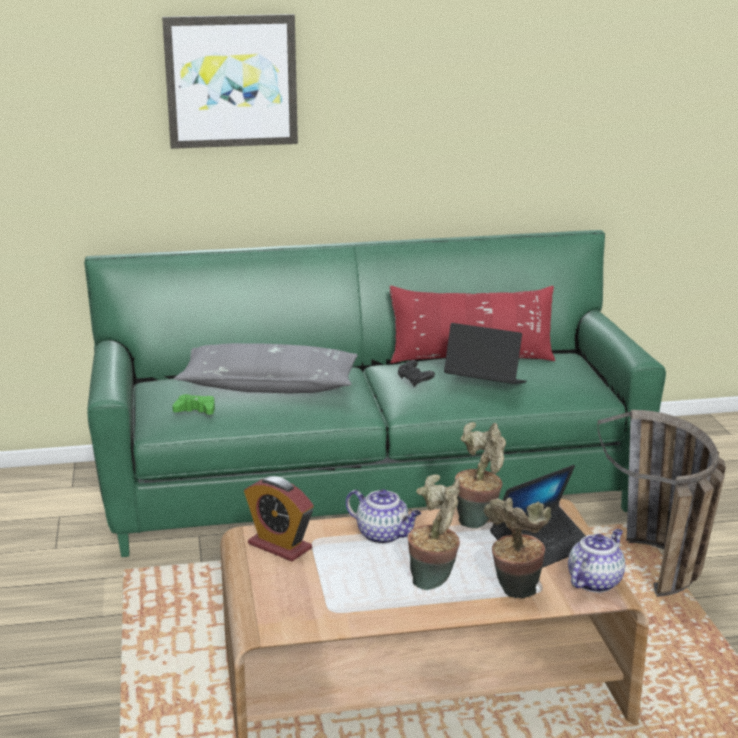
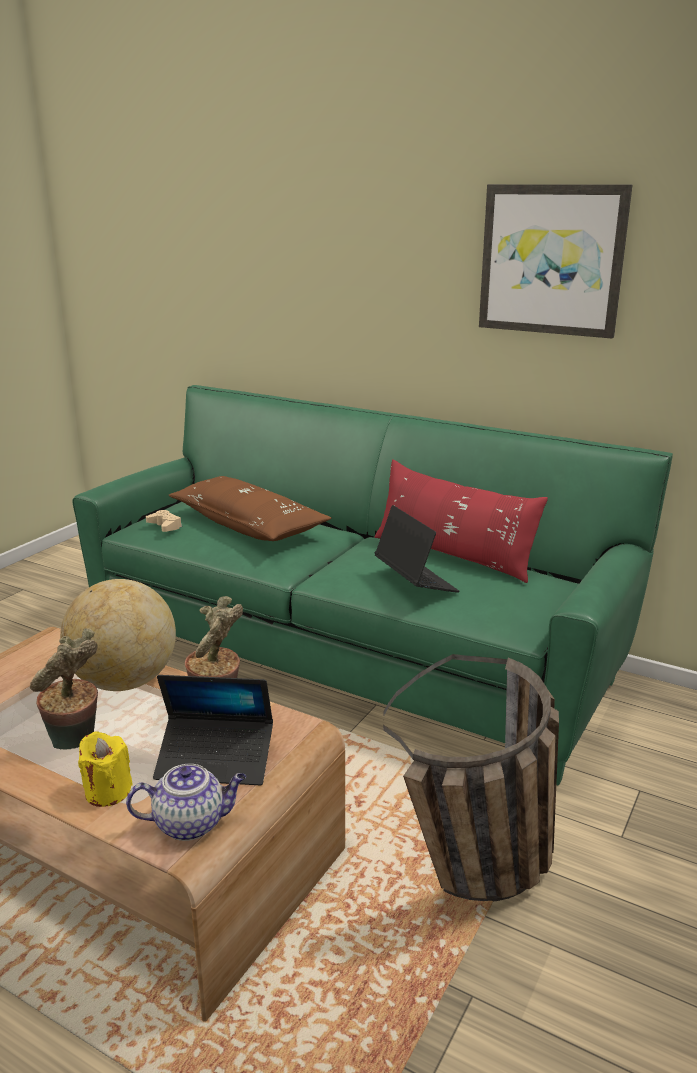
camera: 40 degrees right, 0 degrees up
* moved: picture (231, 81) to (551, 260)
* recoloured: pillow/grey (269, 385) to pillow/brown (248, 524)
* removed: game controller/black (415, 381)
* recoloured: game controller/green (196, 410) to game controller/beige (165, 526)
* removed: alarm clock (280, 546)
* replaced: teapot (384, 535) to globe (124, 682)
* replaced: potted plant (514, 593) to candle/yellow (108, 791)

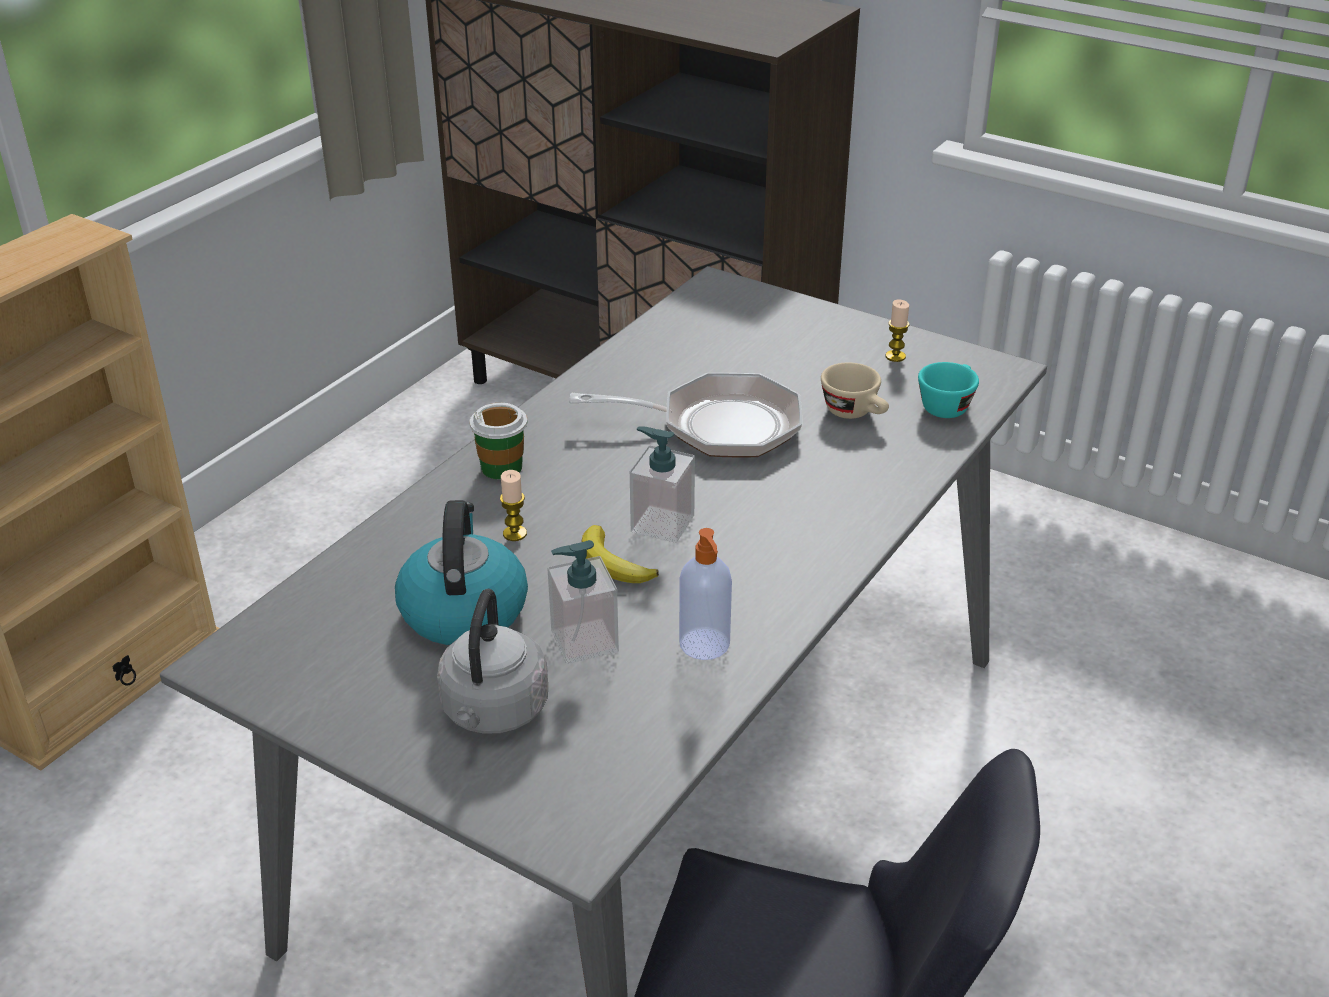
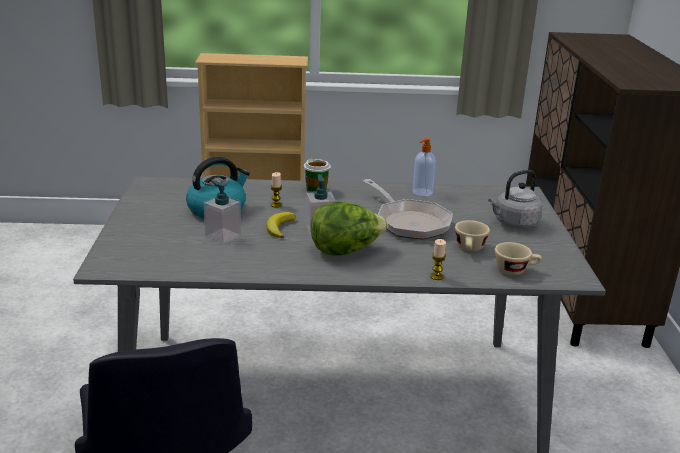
camera: 55 degrees right, 10 degrees down
* moved: candle (895, 356) to (436, 276)
* recoloured: cup/turquoise (947, 405) to cup/beige (515, 270)
* moved: soap dispenser (705, 645) to (421, 192)
* moved: kettle/grey (493, 712) to (514, 223)
* added: lettuce (346, 251)

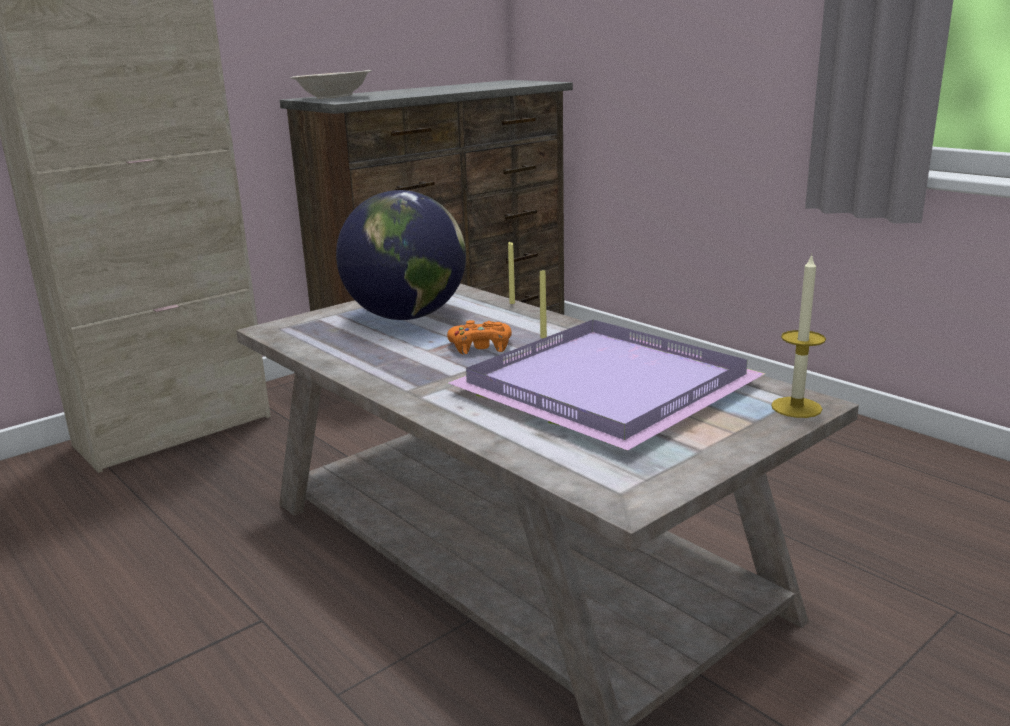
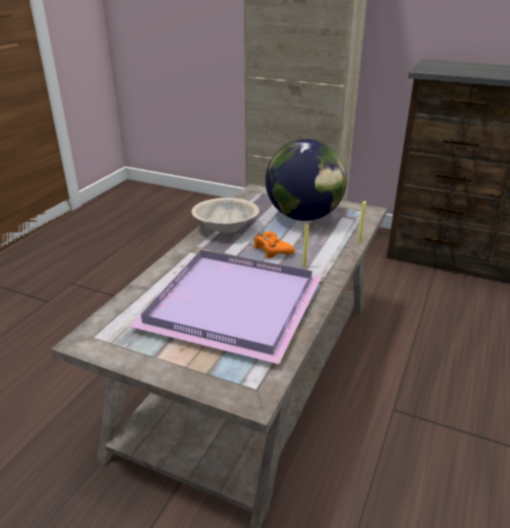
camera: 65 degrees right, 10 degrees up
* moved: bowl/beige (333, 98) to (225, 227)
* removed: candle (796, 407)

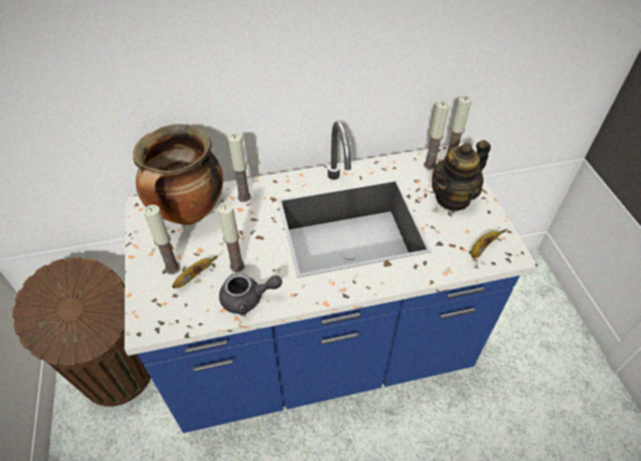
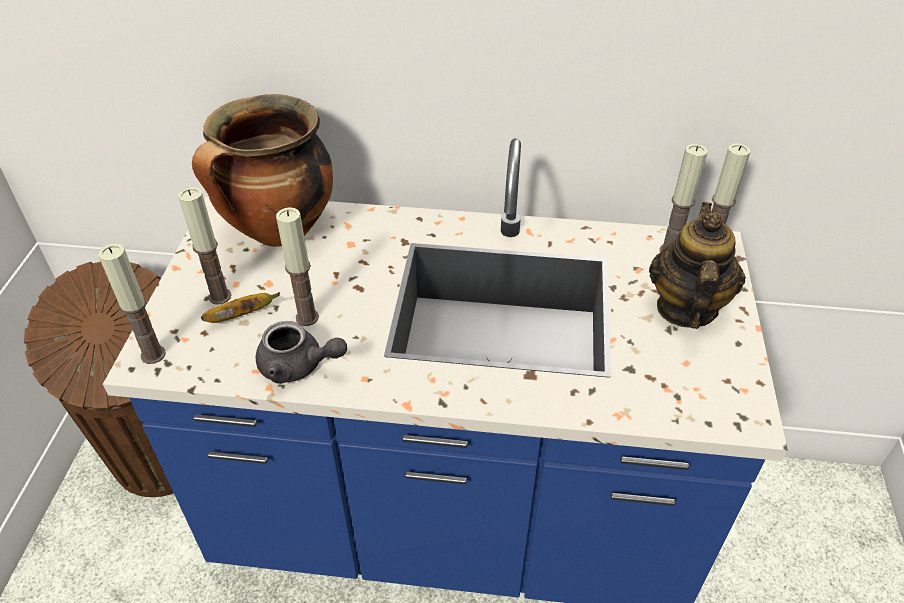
camera: 20 degrees right, 5 degrees down
* moved: candle (244, 197) to (153, 355)
* turned: teapot (453, 198) = (685, 308) 120 degrees clockwise
* removed: banana (482, 248)

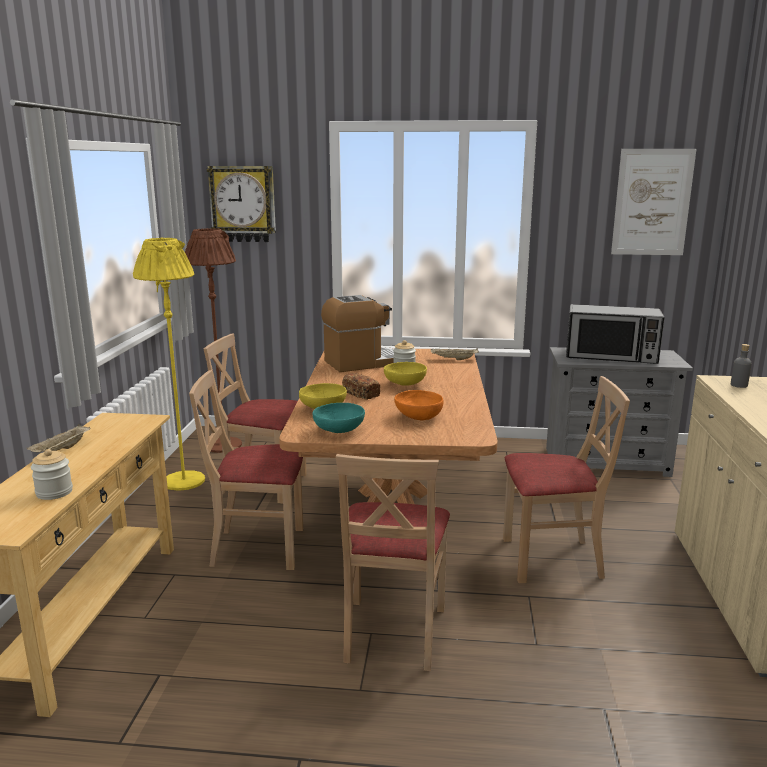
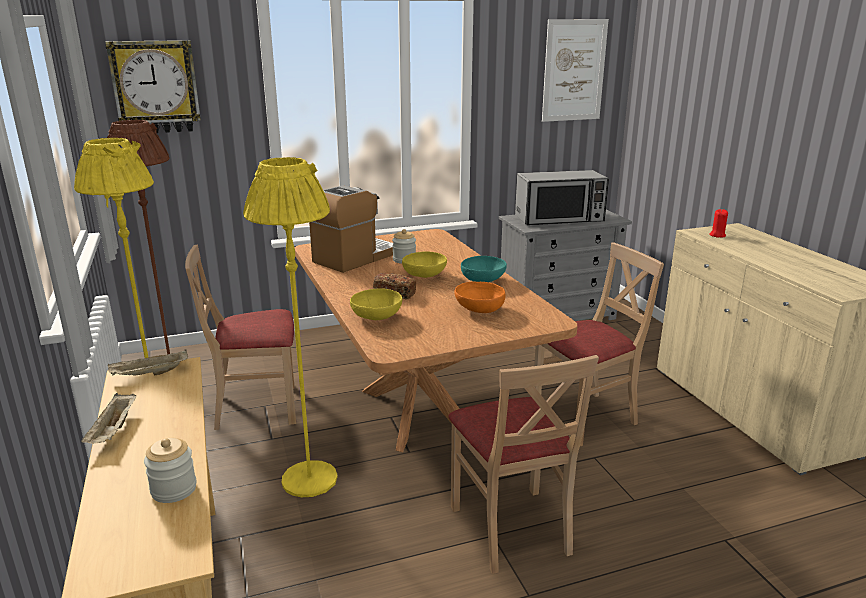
camera: 25 degrees left, 5 degrees up
* replaced: bottle/grey (739, 385) to candle/red (717, 235)
* moved: tray/beige (453, 359) to (149, 374)
* replaced: chair/beige (258, 547) to floor lamp/yellow (309, 479)
* moved: bowl/turquoise (339, 431) to (483, 281)

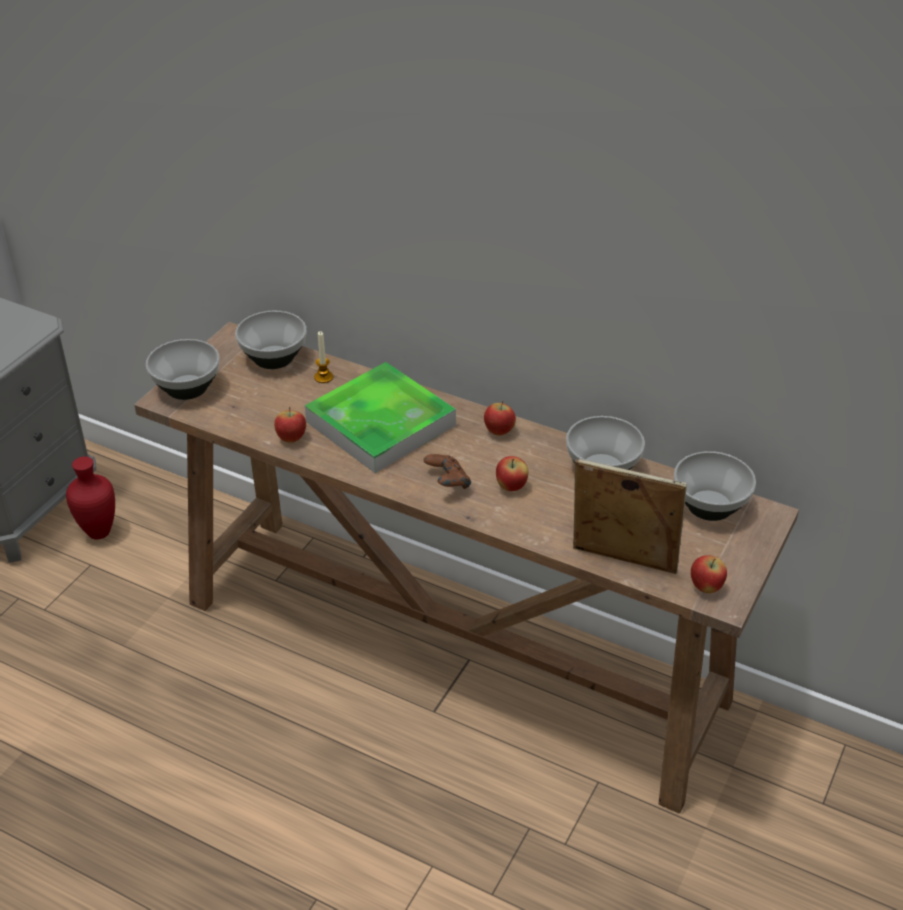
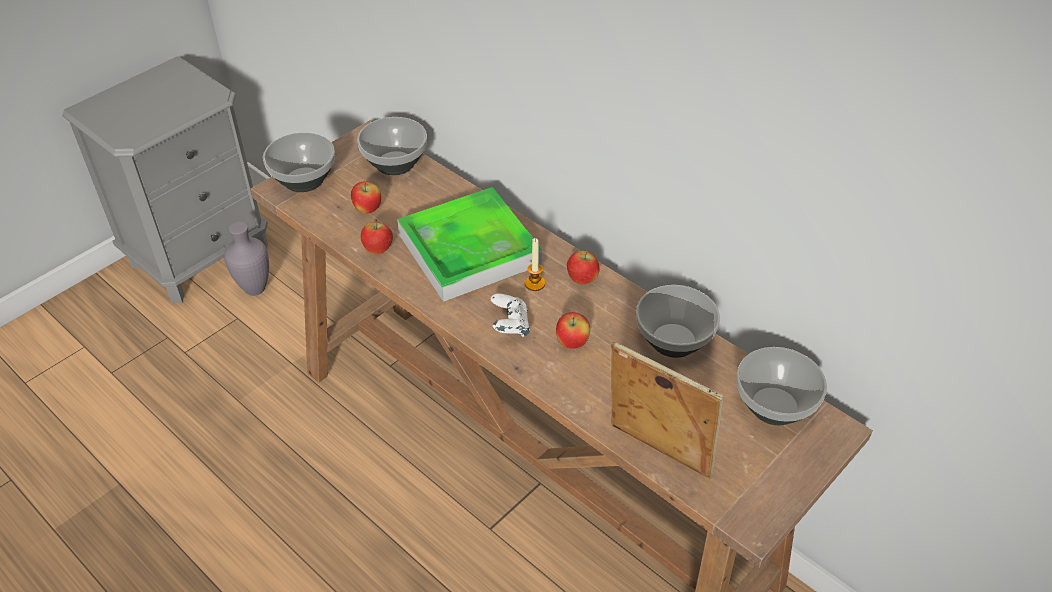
camera: 15 degrees right, 5 degrees up
* moved: candle (323, 377) to (535, 283)
* recoloured: game controller/brown (447, 483) to game controller/white (510, 326)
* recoloured: vase/red (97, 532) to vase/grey (254, 288)
* moved: apple (706, 587) to (368, 210)

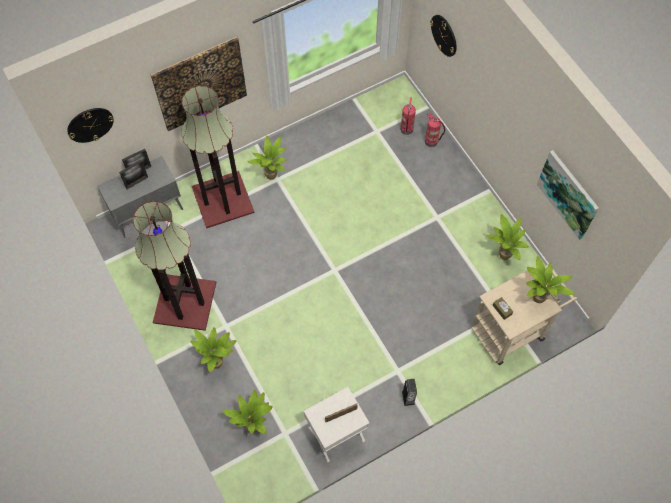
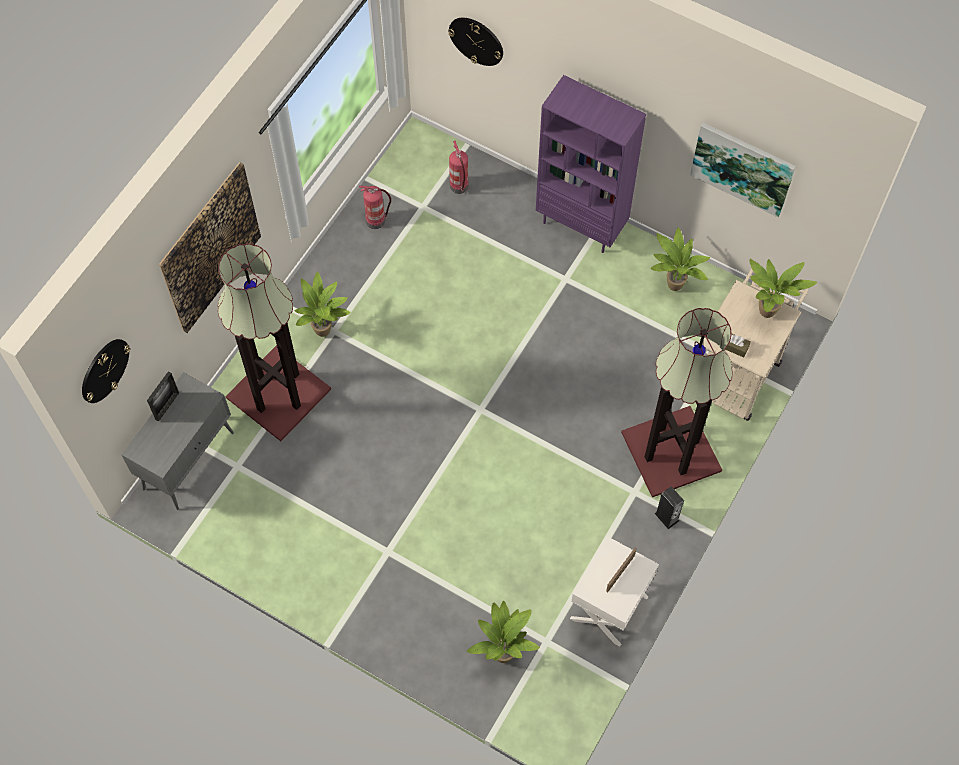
camera: 30 degrees left, 0 degrees up
* moved: fire extinguisher (432, 141) to (376, 220)
* removed: picture frame (137, 182)
* moved: floor lamp (184, 301) to (669, 451)
* removed: potted plant (218, 362)
* added: bookcase/purple (582, 225)

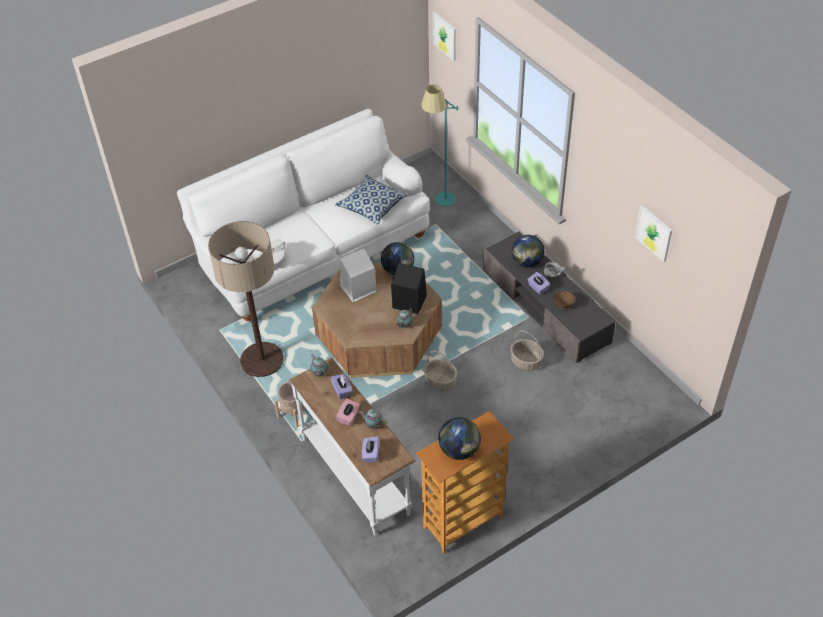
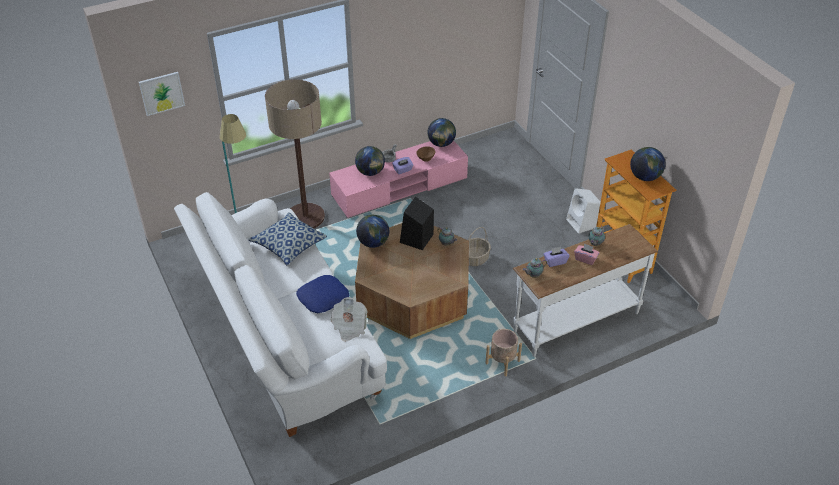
camera: 85 degrees left, 5 degrees down
* removed: picture (654, 233)
* moved: floor lamp (262, 360) to (305, 217)
* recoloured: tv stand/grey (545, 306) to tv stand/pink (399, 187)
* moved: speaker/white (357, 289) to (582, 223)
* removed: basket (525, 361)
* removed: tissue box/purple (371, 454)
* added: globe (441, 144)
* added: pillow/blue (323, 297)

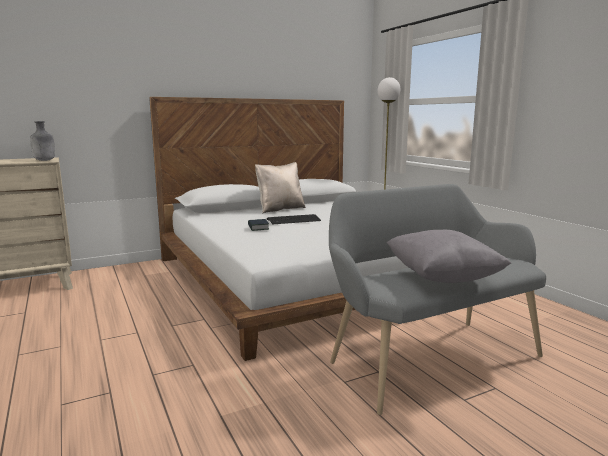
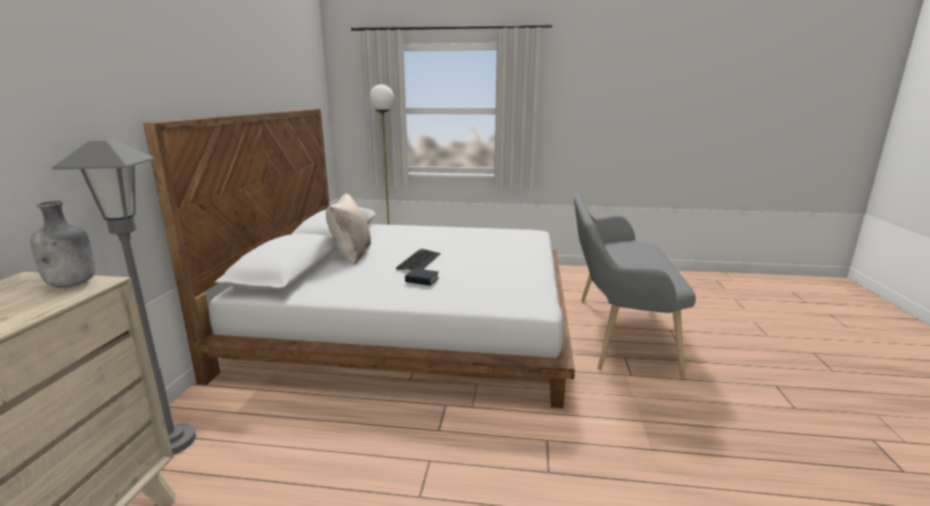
camera: 55 degrees left, 5 degrees up
* removed: pillow/grey (442, 278)
* added: floor lamp/grey (173, 442)

